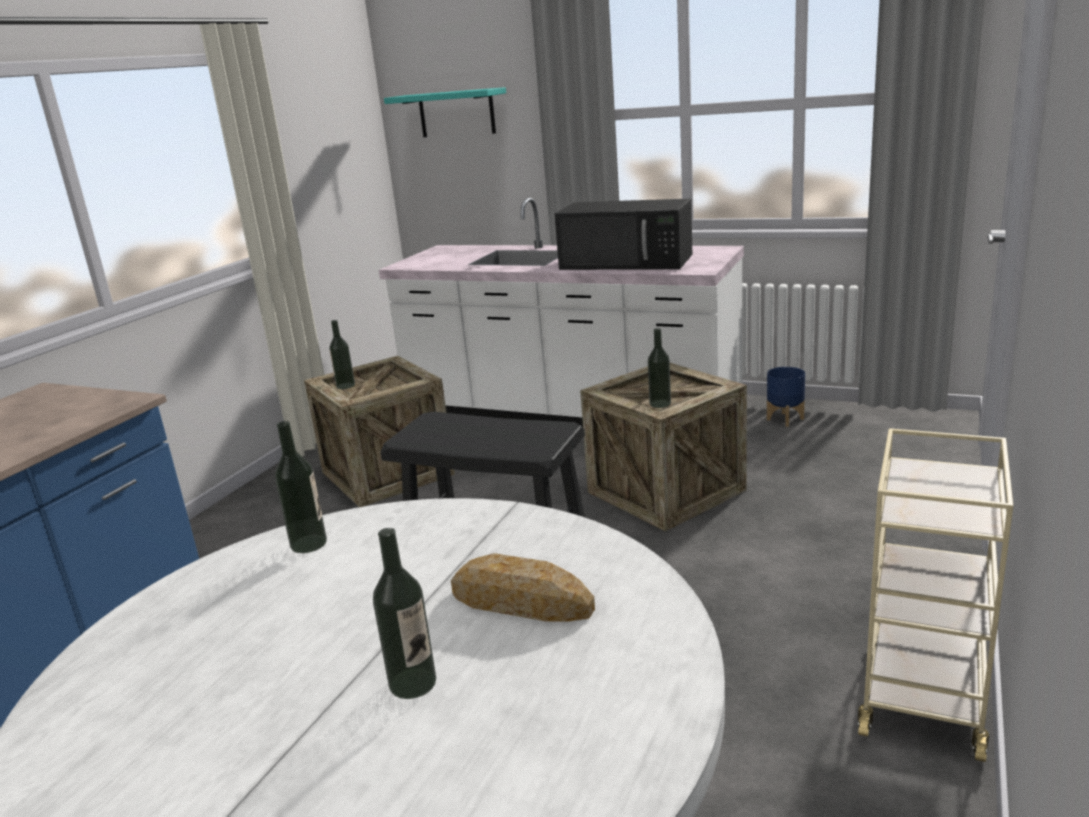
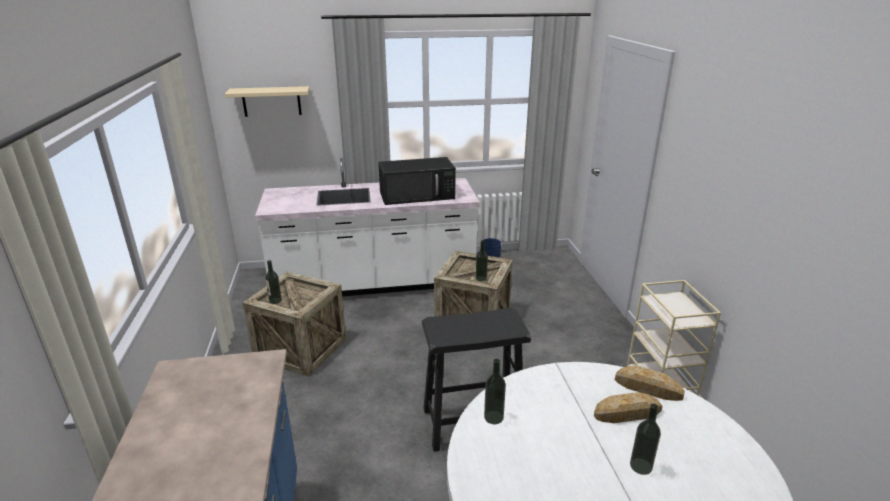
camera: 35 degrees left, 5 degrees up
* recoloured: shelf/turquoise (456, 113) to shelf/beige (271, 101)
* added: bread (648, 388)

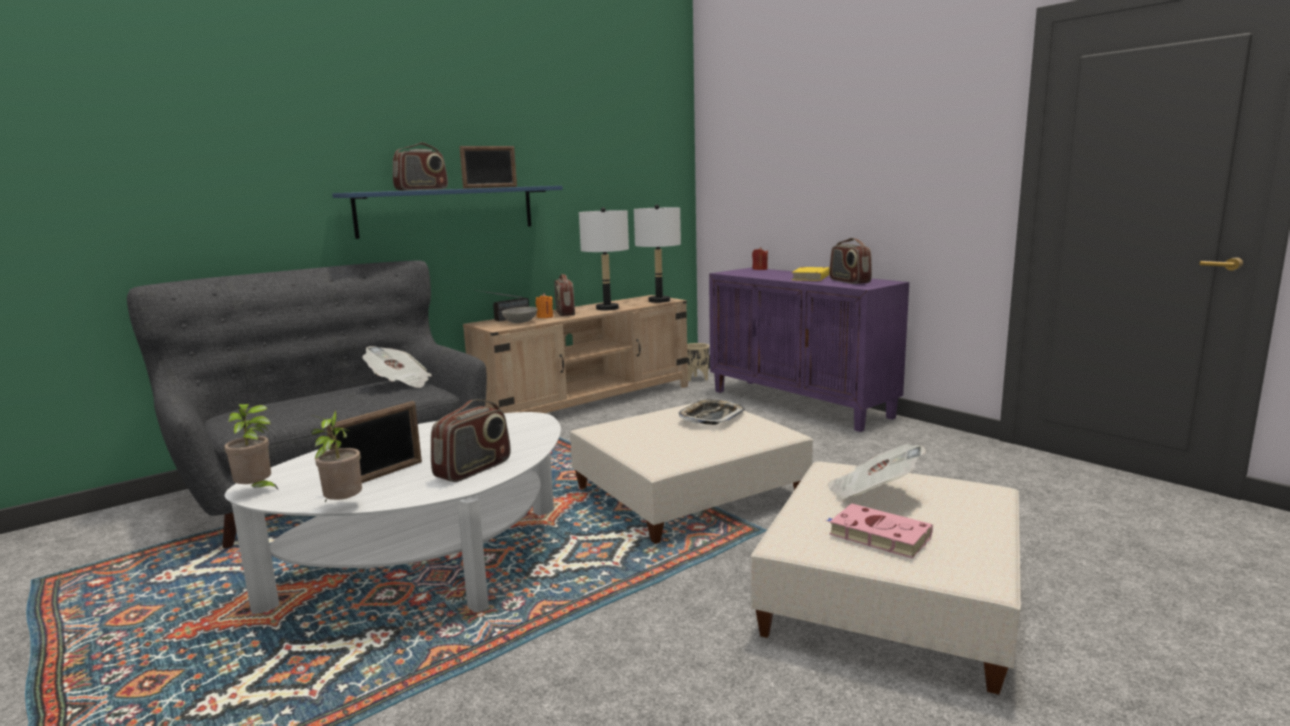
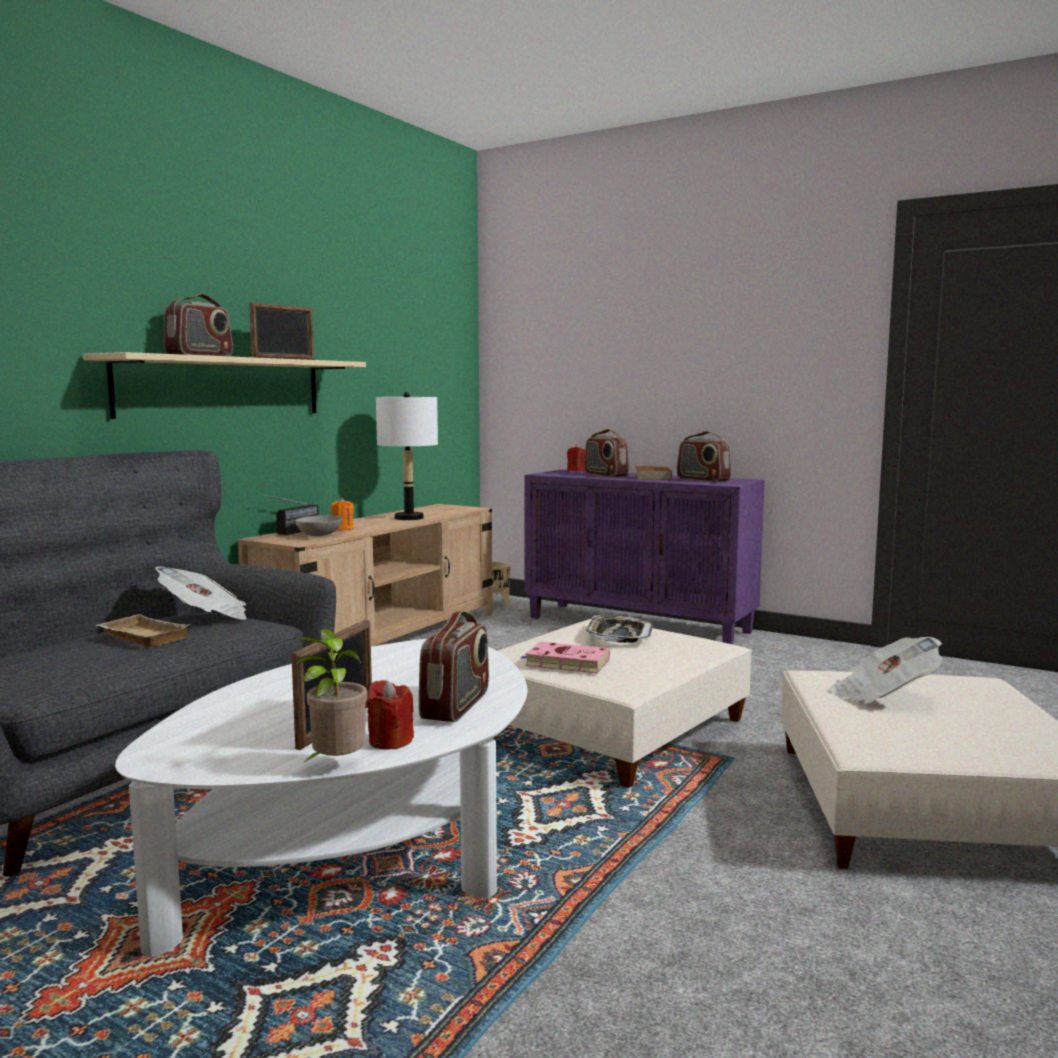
camera: 20 degrees left, 5 degrees down
* recoloured: shelf/blue (447, 210) to shelf/beige (223, 387)
* removed: table lamp/white (659, 301)
* recoloured: book/yellow (811, 277) to book/brown (653, 477)
* moved: radio (564, 313) to (605, 475)
* removed: potted plant (257, 491)
* moved: book/pink (876, 535) to (565, 663)
* added: tray/beige (140, 637)
* added: candle/red (390, 741)

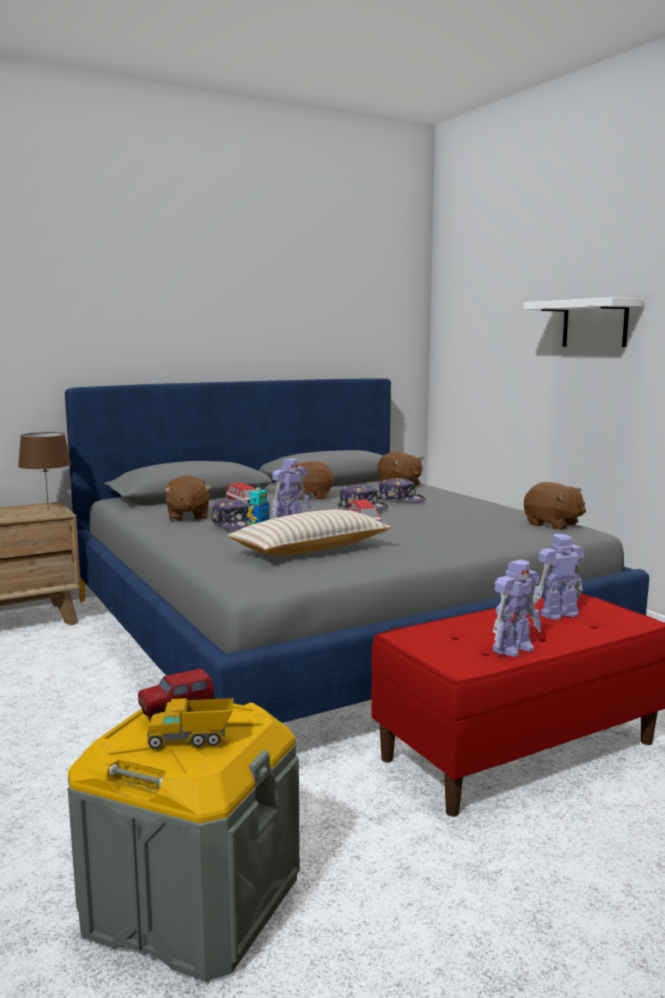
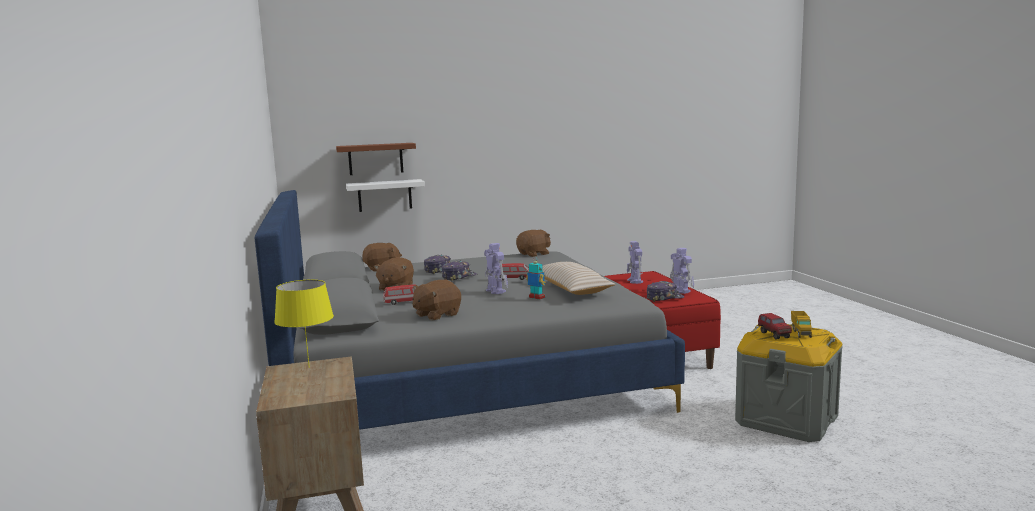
camera: 75 degrees left, 0 degrees up
* moved: shelf/white (595, 324) to (384, 195)
* recoloured: table lamp/brown (49, 509) to table lamp/yellow (309, 367)
* turned: plush toy/brown (187, 517) = (436, 315) 135 degrees clockwise
* moved: cap (234, 524) to (664, 298)
* added: shelf/brown (375, 159)

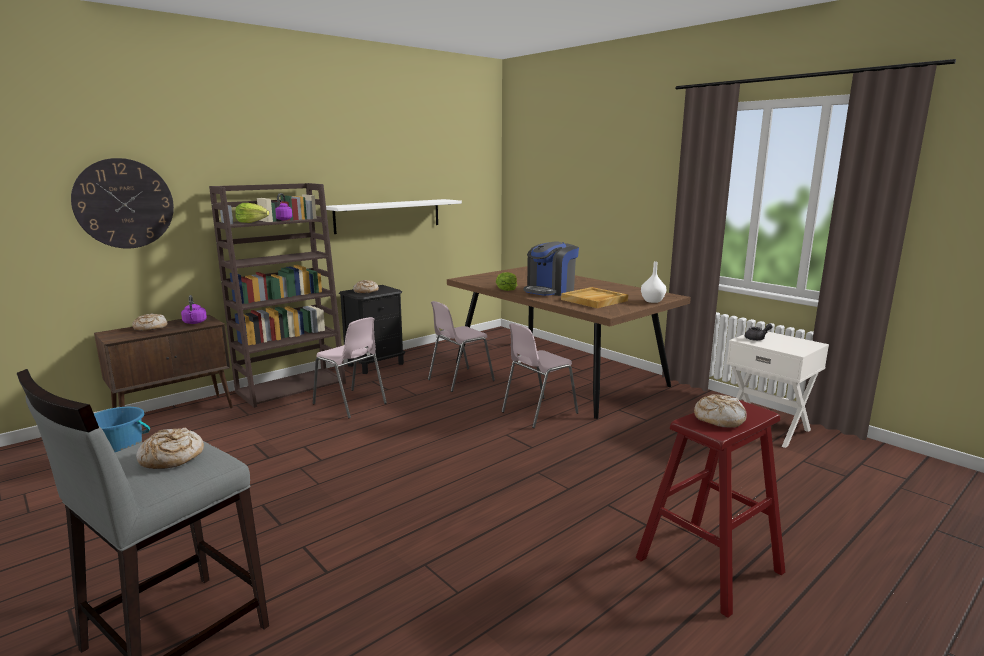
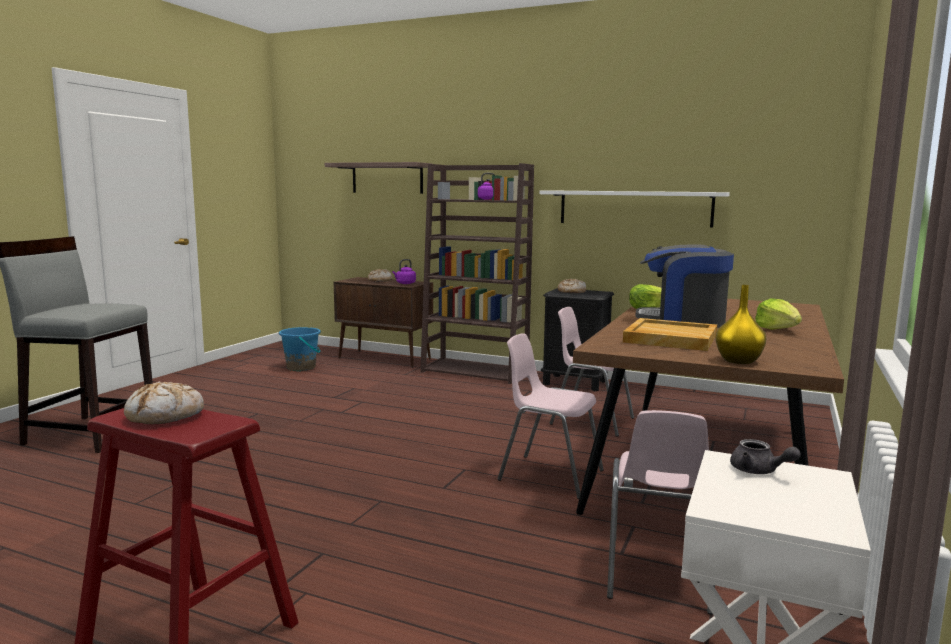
camera: 65 degrees right, 5 degrees down
* replaced: wall clock (124, 203) to shelf (387, 178)
* moved: lettuce (252, 222) to (777, 329)
* recoloured: vase/white (653, 301) to vase/yellow (739, 361)
* moved: chair/pink (350, 404) to (657, 575)
* removed: bread (171, 457)

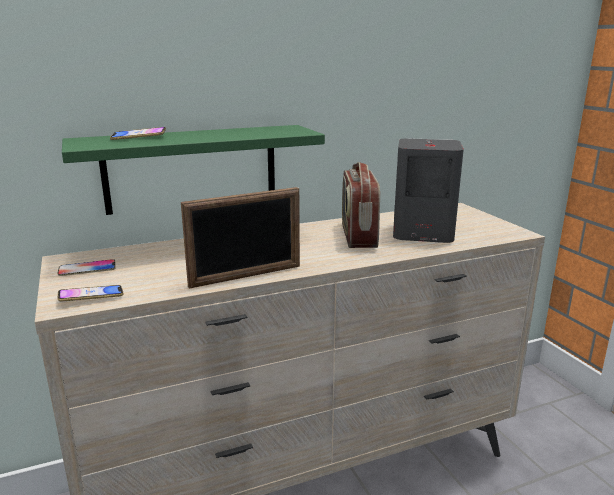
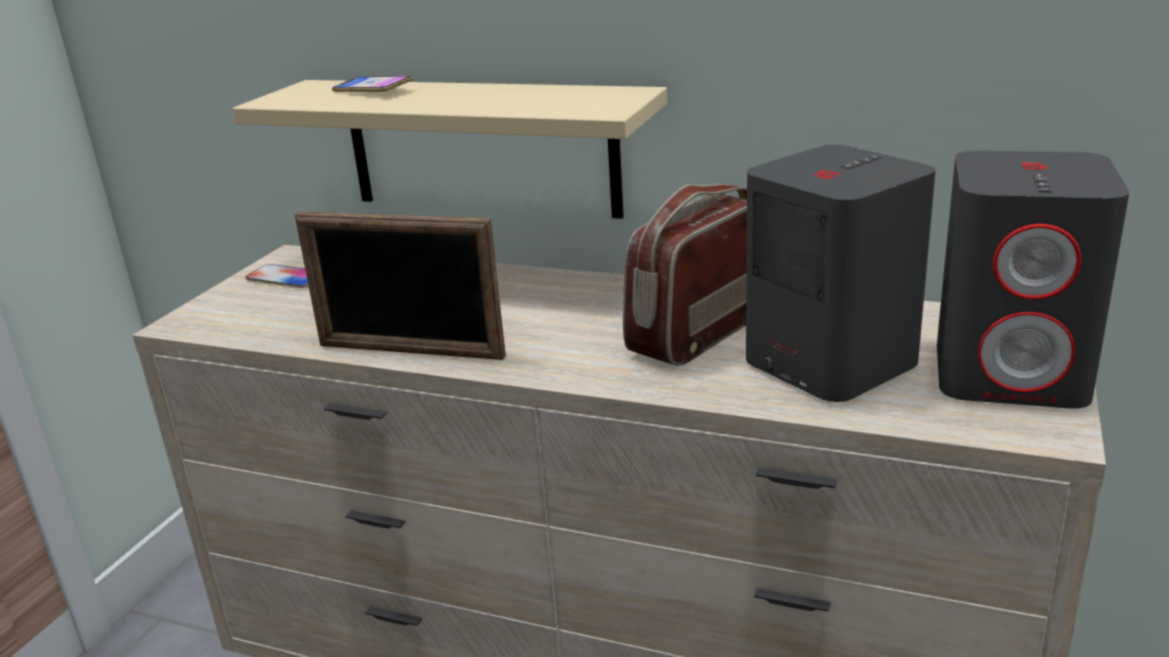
camera: 45 degrees right, 5 degrees up
* recoloured: shelf/green (192, 168) to shelf/beige (481, 147)
* removed: phone (91, 297)
* added: speaker/grey (1011, 374)

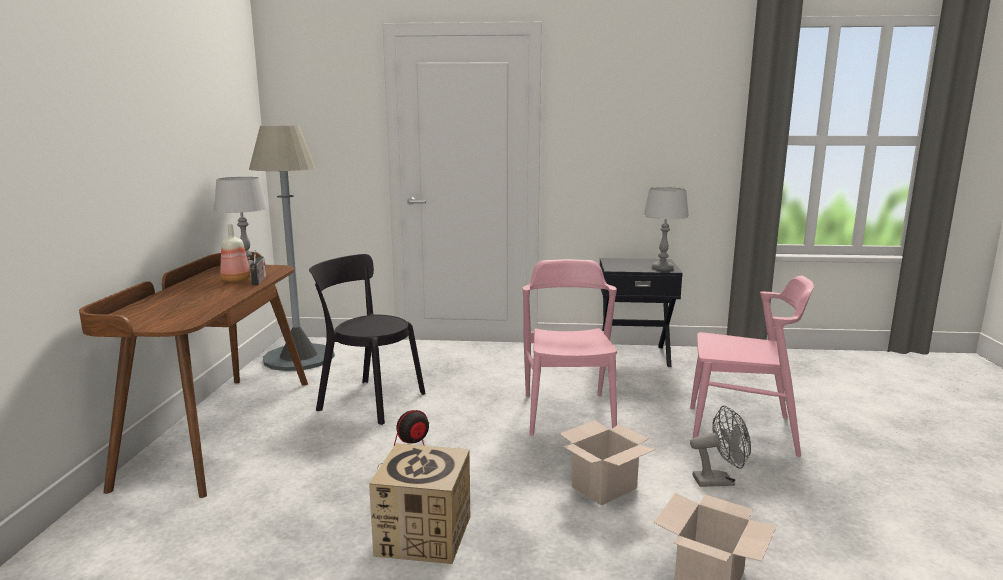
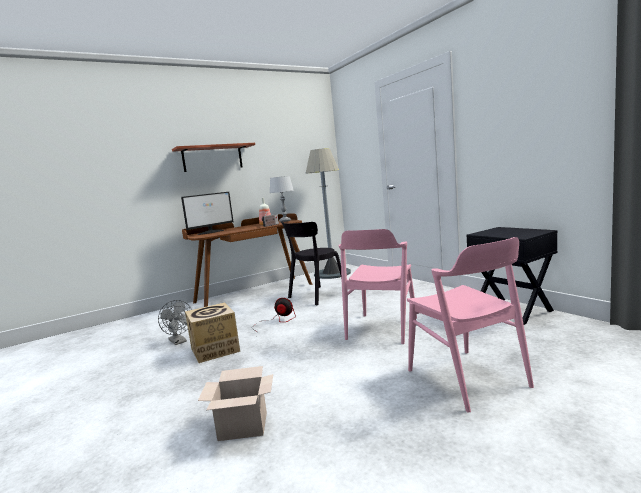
camera: 55 degrees right, 5 degrees down
* removed: table lamp/grey (662, 268)
* turned: chair/black (368, 400) = (315, 296) 120 degrees counterclockwise
* turned: chair/pink (568, 413) = (382, 328) 150 degrees clockwise
* moved: fan/grey (719, 481) to (179, 342)
* removed: cardboard box (604, 486)
* added: shelf (212, 158)
* added: monitor (211, 232)

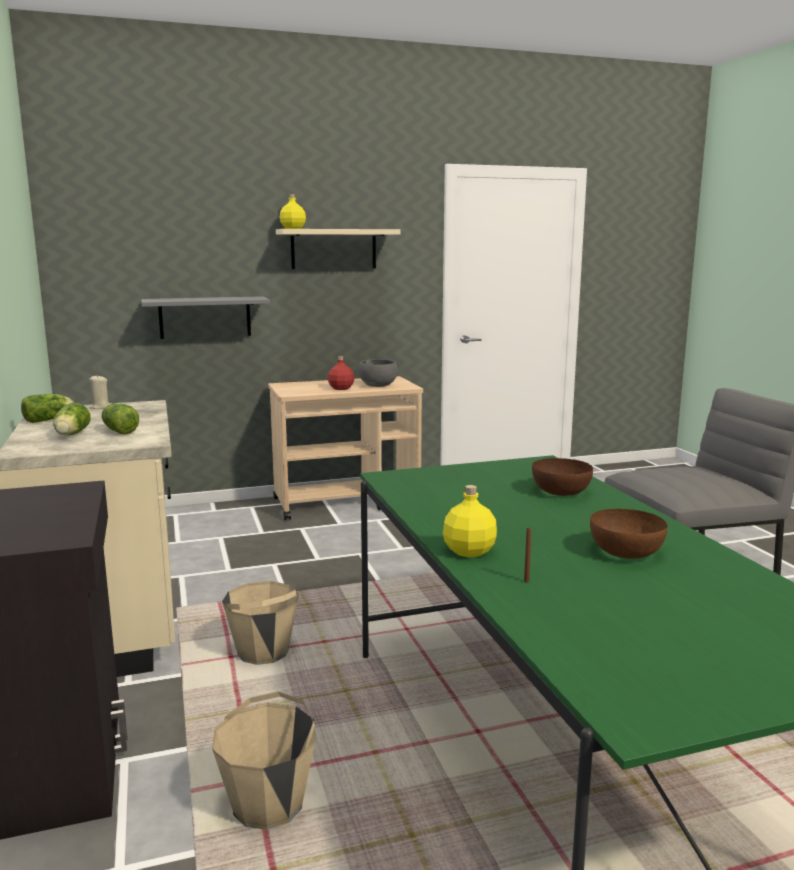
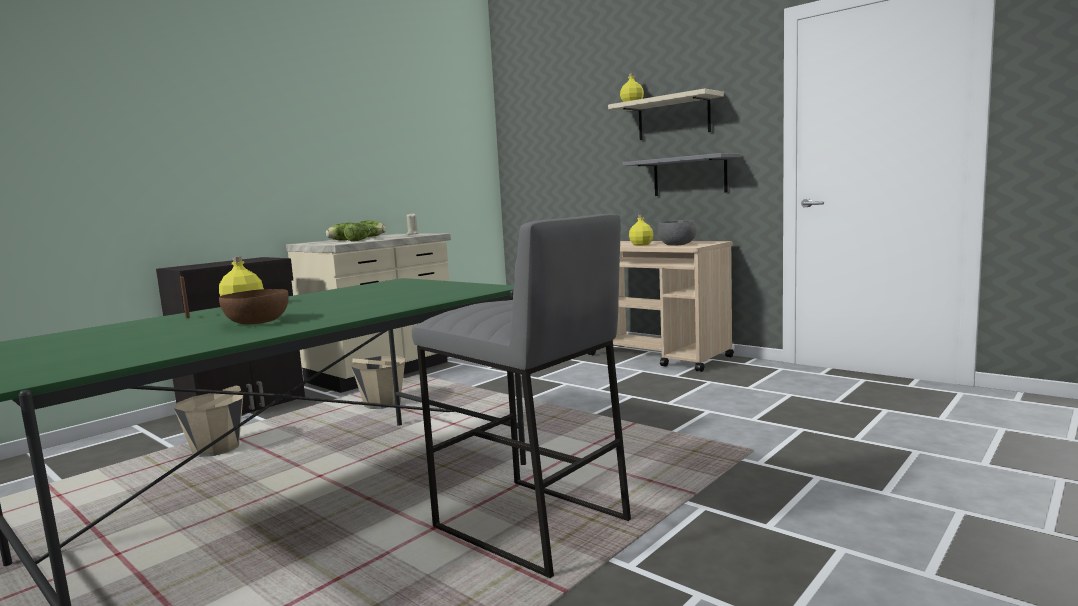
camera: 60 degrees right, 5 degrees down
* moved: shelf/grey (205, 317) to (689, 176)
* recoloured: bottle/red (341, 388) to bottle/yellow (641, 245)
* removed: bowl/brown (560, 492)

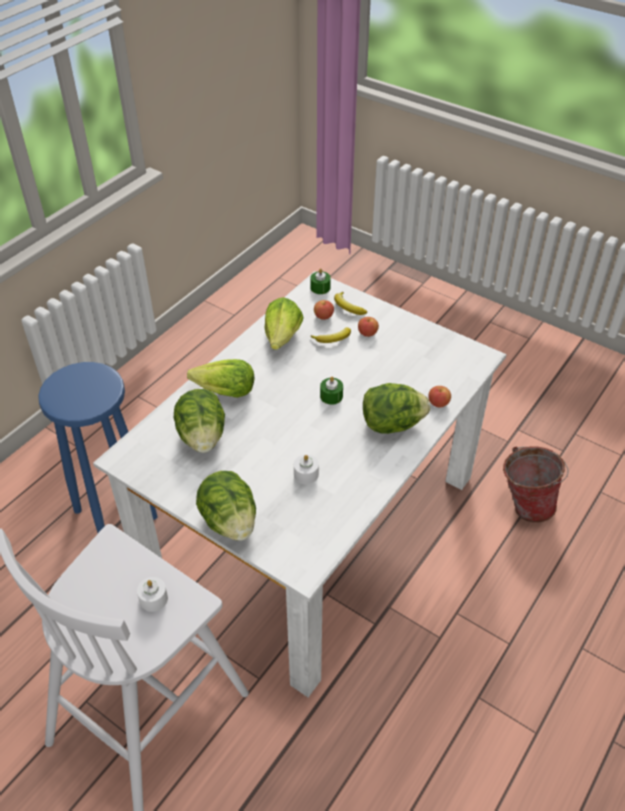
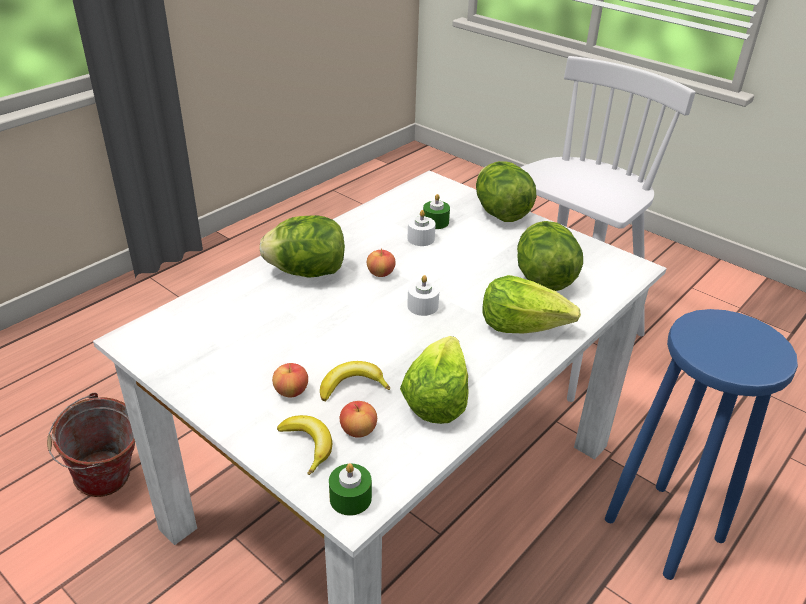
camera: 175 degrees left, 10 degrees down
* moved: candle/green (331, 396) to (435, 222)
* moved: apple (438, 403) to (380, 273)
* moved: candle/white (153, 599) to (422, 306)

